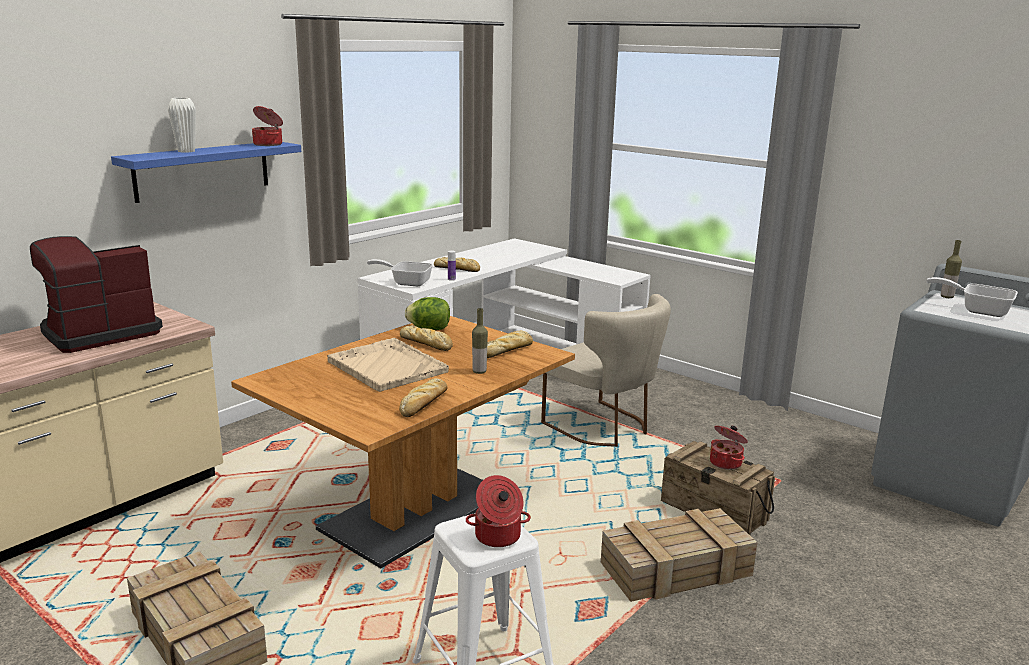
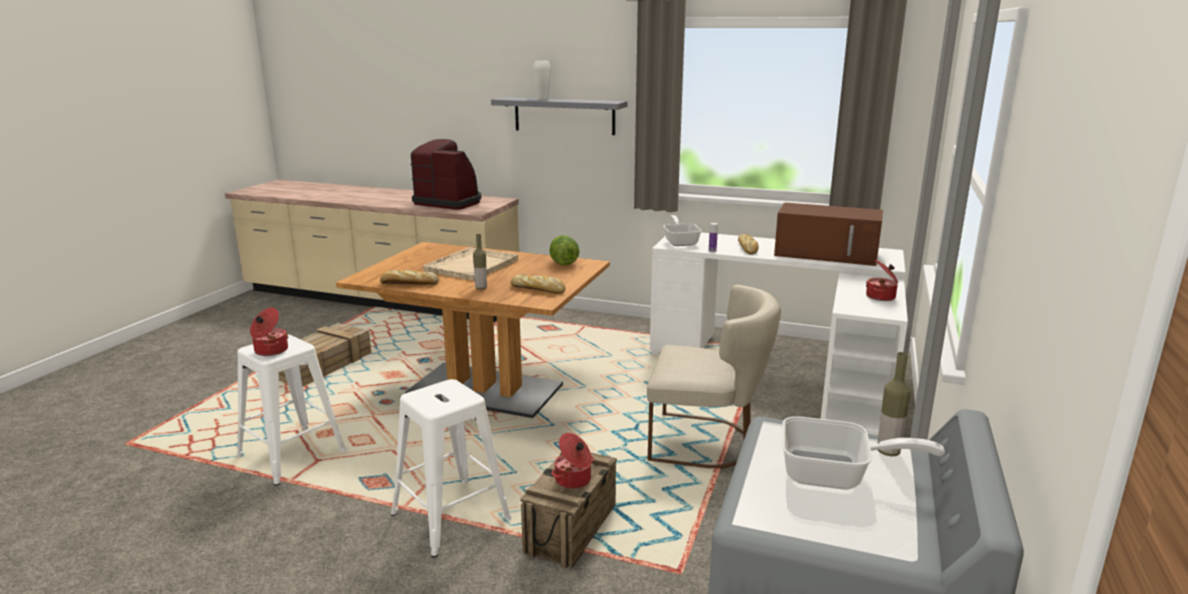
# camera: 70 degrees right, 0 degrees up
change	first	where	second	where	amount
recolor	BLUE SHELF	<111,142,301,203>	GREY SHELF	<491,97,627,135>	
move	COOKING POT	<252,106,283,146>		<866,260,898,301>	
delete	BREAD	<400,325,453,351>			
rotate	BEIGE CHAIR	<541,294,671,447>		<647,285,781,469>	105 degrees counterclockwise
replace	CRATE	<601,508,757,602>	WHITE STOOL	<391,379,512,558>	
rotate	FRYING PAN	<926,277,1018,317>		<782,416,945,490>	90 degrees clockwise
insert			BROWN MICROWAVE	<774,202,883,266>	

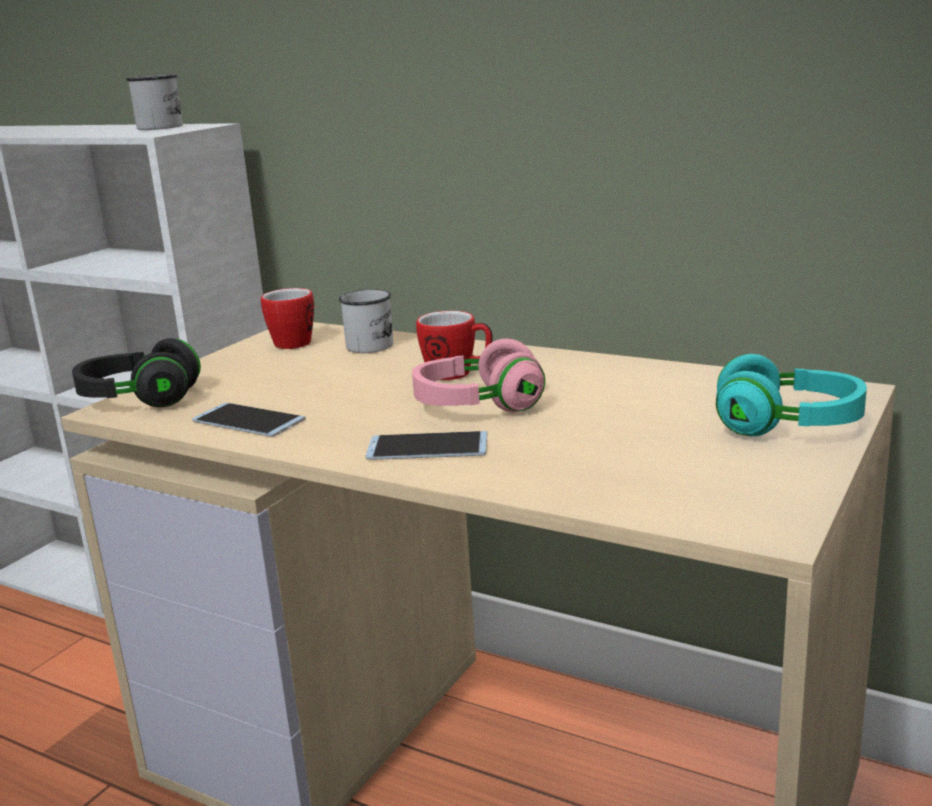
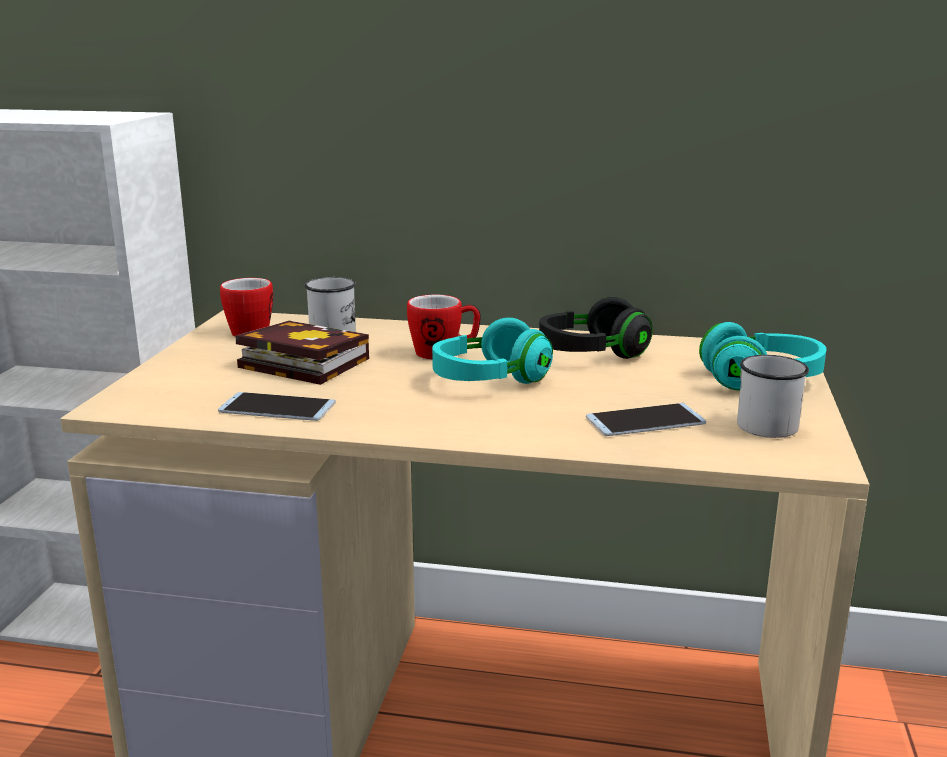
# camera: 20 degrees left, 0 degrees up
change	first	where	second	where	amount
move	BLACK HEADPHONES	<72,338,201,407>		<539,297,653,359>	
move	WHITE MUG	<126,74,183,130>		<737,355,809,438>	
move	PHONE	<366,431,487,460>		<586,403,706,436>	
recolor	PINK HEADPHONES	<412,338,545,412>	TURQUOISE HEADPHONES	<432,318,553,384>	
insert			BOOK	<236,321,369,385>	

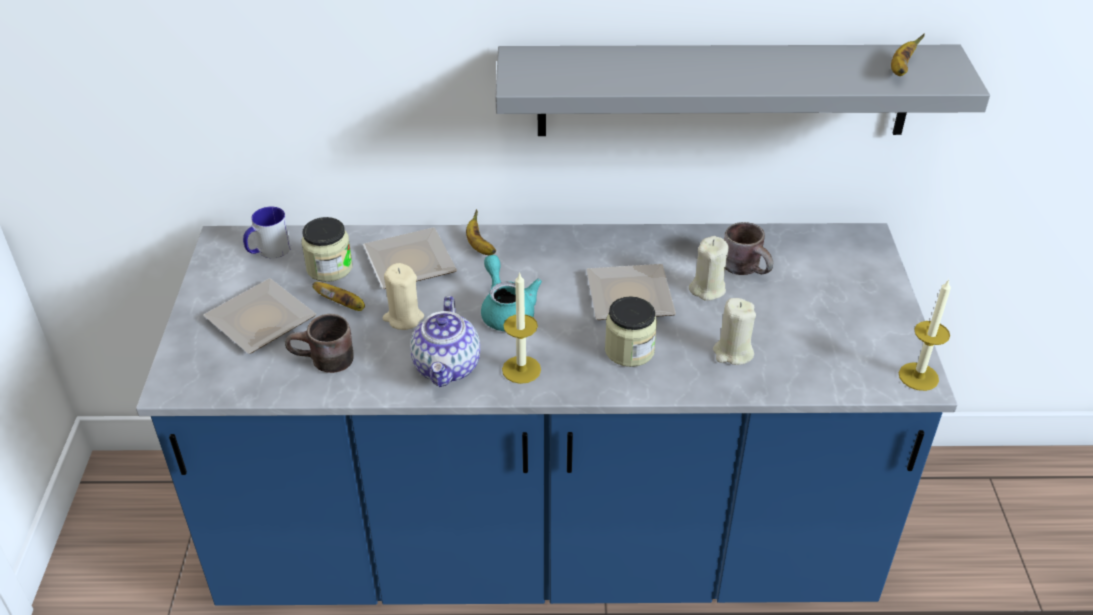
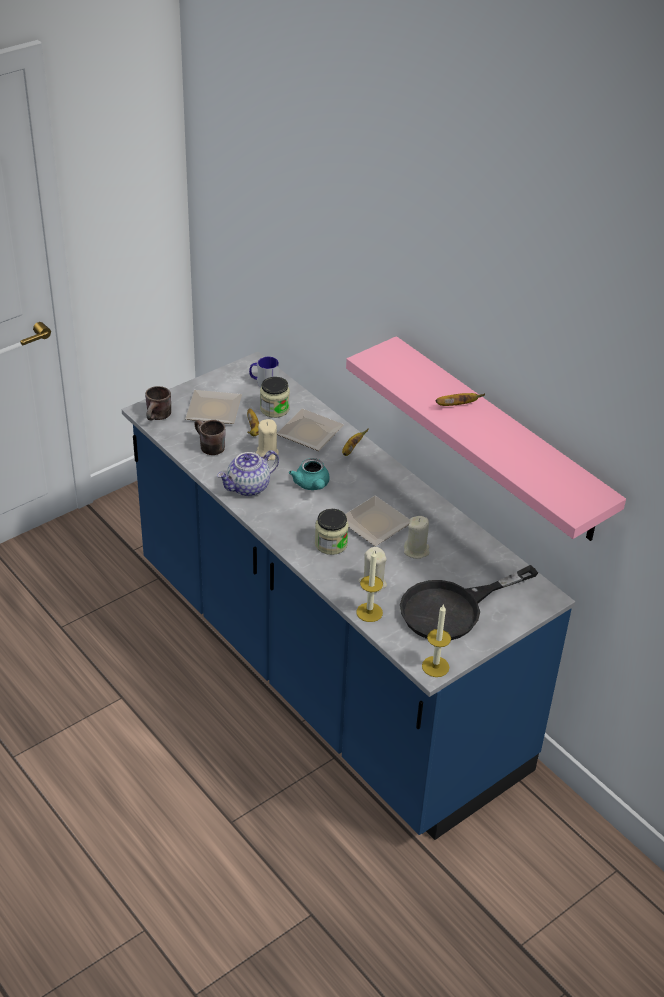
# camera: 50 degrees right, 0 degrees up
change	first	where	second	where	amount
rotate	TURQUOISE TEAPOT	<481,255,542,331>		<289,458,330,490>	135 degrees clockwise
recolor	GREY SHELF	<495,45,990,136>	PINK SHELF	<346,336,626,541>	
move	CANDLE	<502,272,541,384>		<356,551,383,622>	
move	BROWN MUG	<724,222,773,275>		<145,386,171,421>	
move	BANANA	<891,34,925,76>		<436,393,485,406>	
insert			BLACK FRYING PAN	<400,565,538,640>	

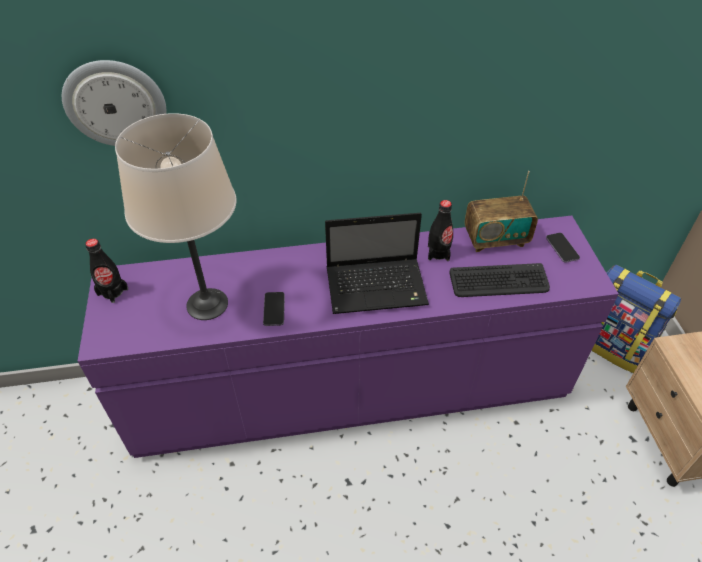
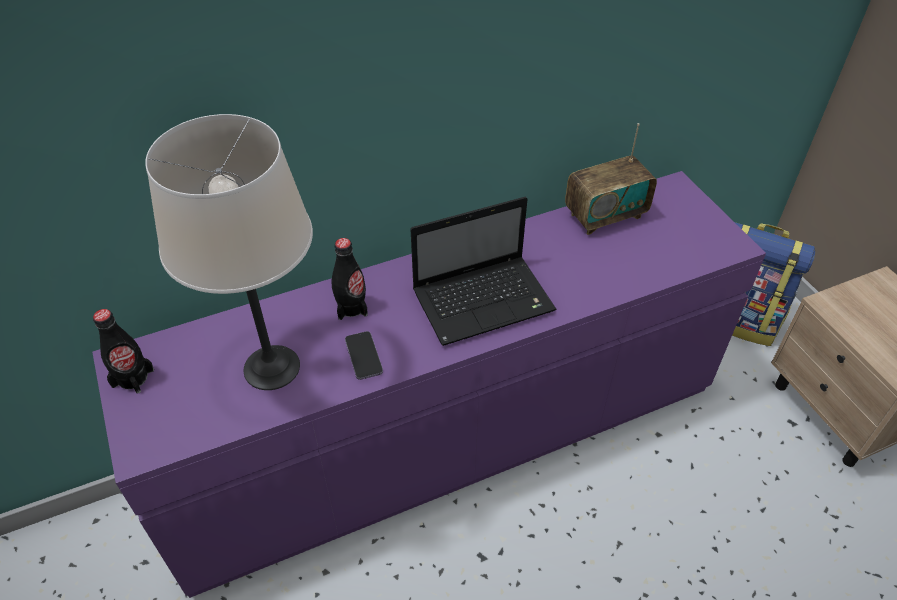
# camera: 15 degrees left, 0 degrees up
change	first	where	second	where	amount
delete	WALL CLOCK	<62,60,166,146>			
move	BLACK BOTTLE	<428,200,453,261>		<332,238,368,320>	
delete	KEYBOARD	<449,263,550,297>			
delete	PHONE	<546,233,580,263>			

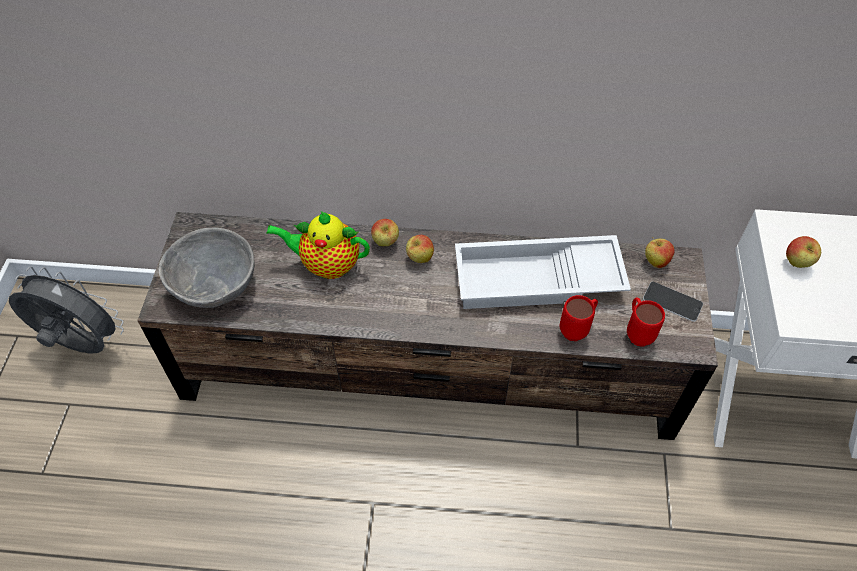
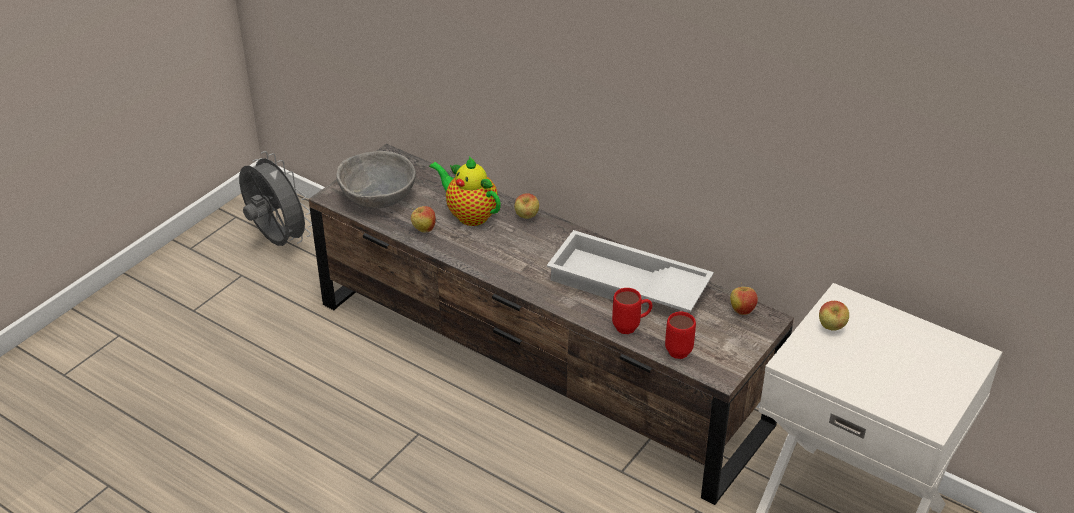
# camera: 30 degrees right, 15 degrees down
change	first	where	second	where	amount
move	APPLE	<406,235,434,263>		<411,206,436,232>	
delete	PHONE	<643,281,703,322>			

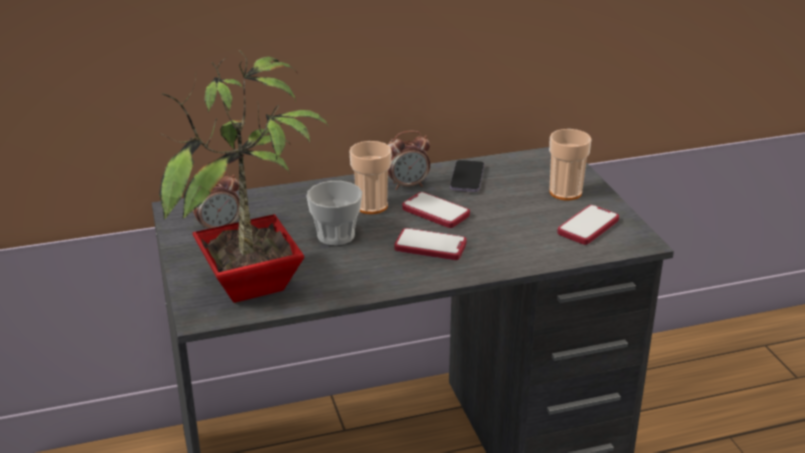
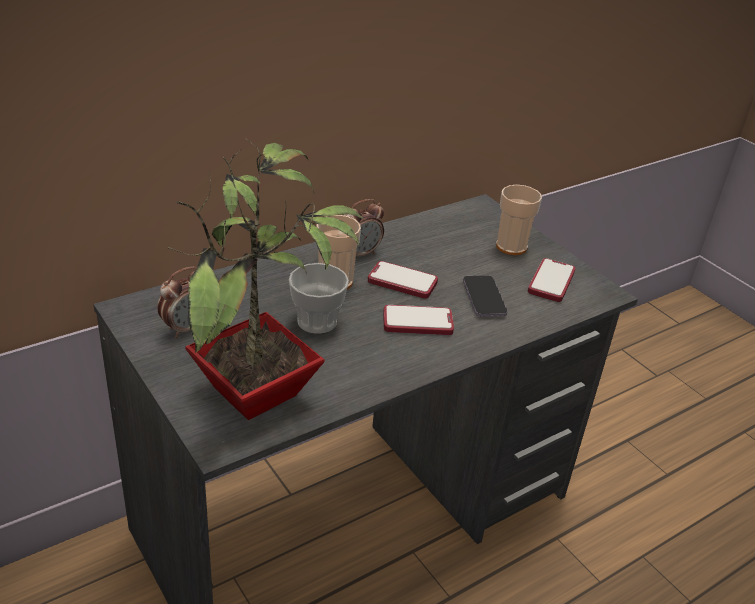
# camera: 20 degrees left, 5 degrees up
change	first	where	second	where	amount
move	PHONE	<450,160,484,192>		<463,276,508,317>	

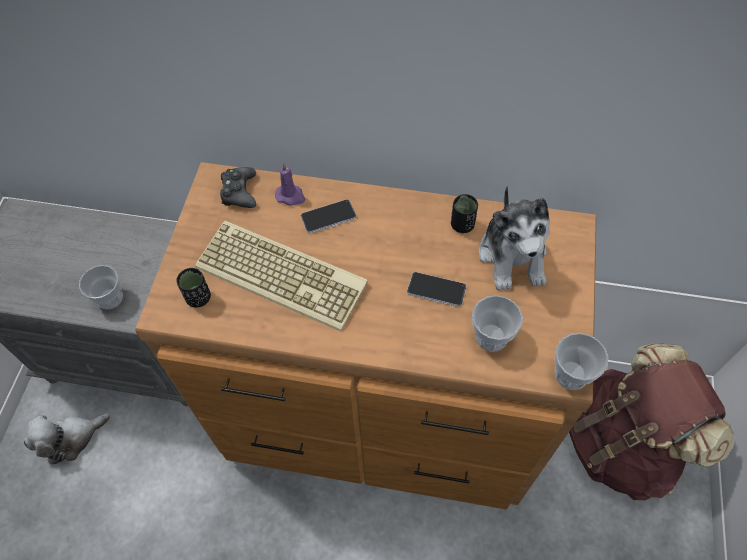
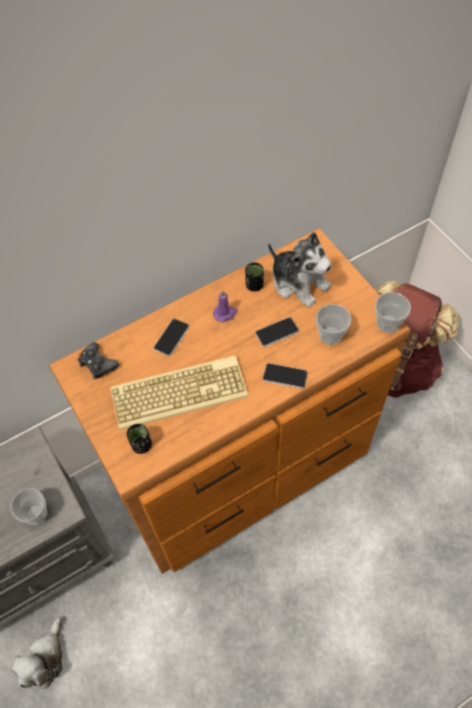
# camera: 40 degrees left, 0 degrees up
change	first	where	second	where	amount
move	PURPLE CANDLE	<275,163,305,206>		<213,290,237,322>	
insert			PHONE	<263,363,308,389>	

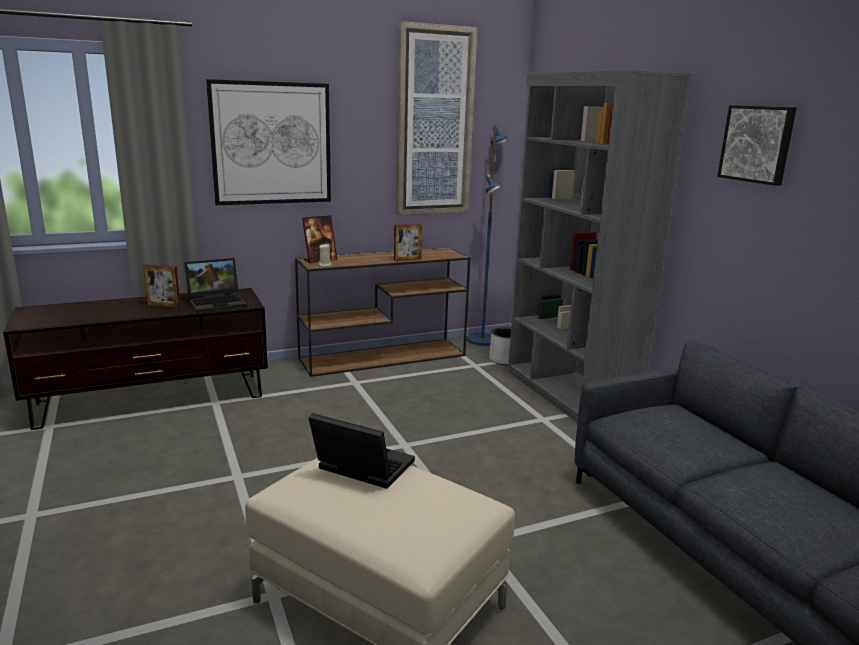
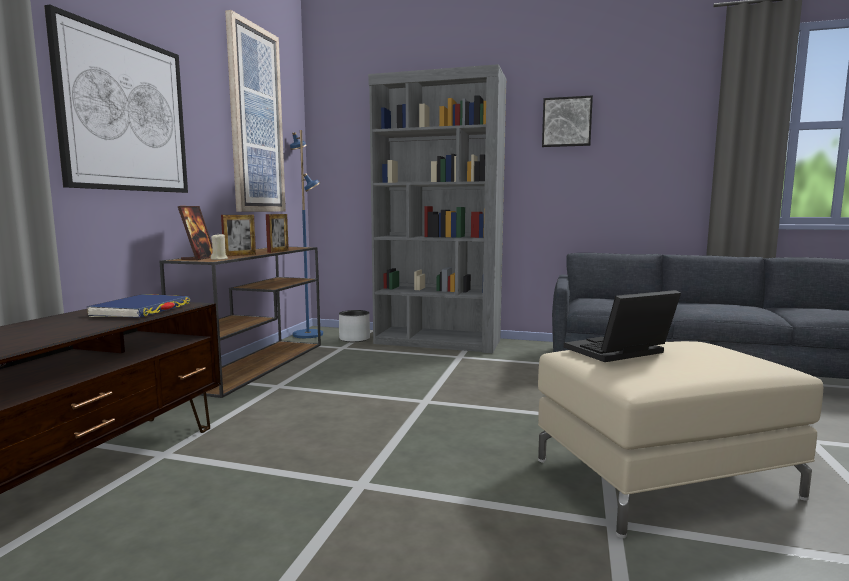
# camera: 50 degrees left, 10 degrees down
change	first	where	second	where	amount
move	PICTURE FRAME	<143,264,181,308>		<221,215,256,256>	
replace	LAPTOP	<184,258,247,313>	BLUE BOOK	<86,294,190,318>	

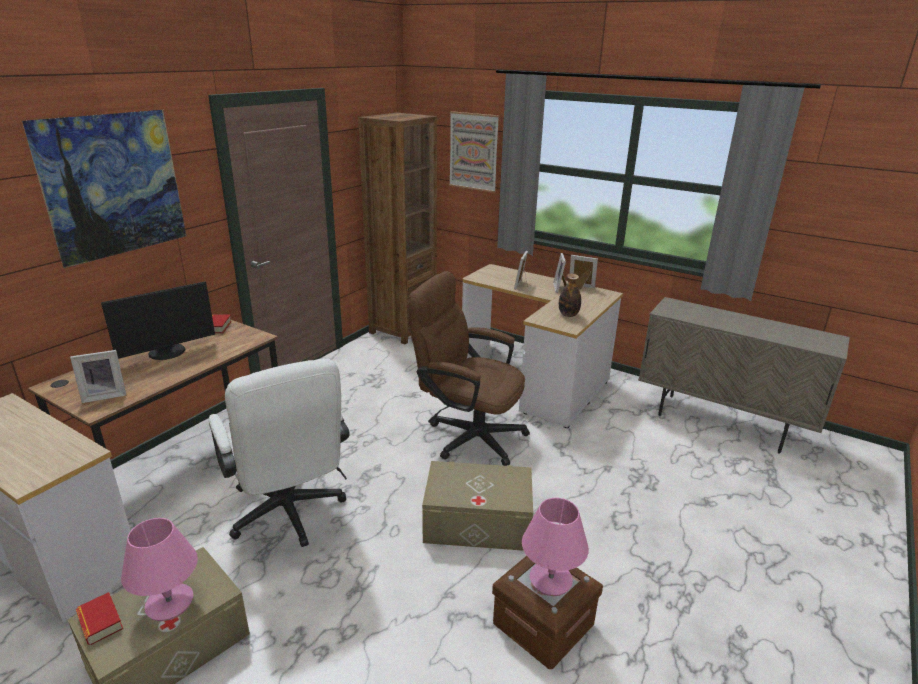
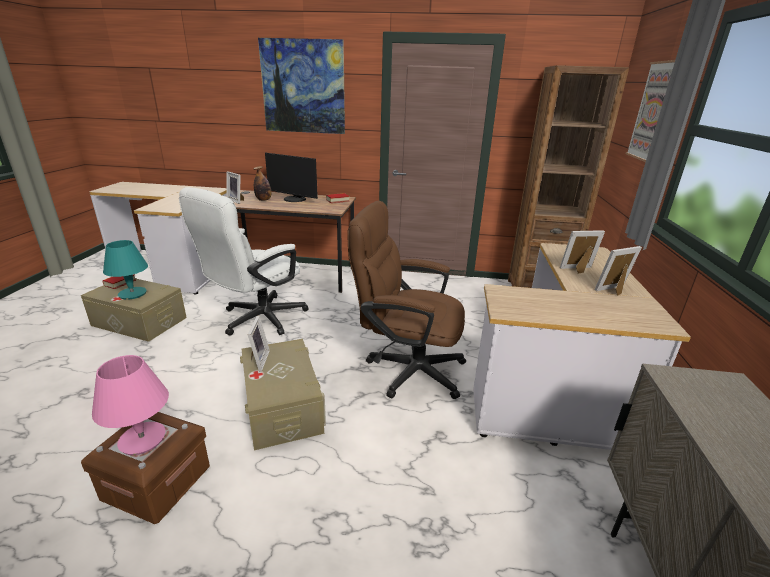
# camera: 65 degrees right, 0 degrees up
change	first	where	second	where	amount
recolor	PINK TABLE LAMP	<121,518,198,621>	TURQUOISE TABLE LAMP	<103,240,148,300>	
rotate	BROWN OFFICE CHAIR	<407,271,530,466>		<347,201,466,399>	75 degrees counterclockwise
move	BOTTLE	<559,273,581,317>		<253,166,271,201>	
move	PICTURE FRAME	<570,255,598,289>		<247,315,270,372>	

